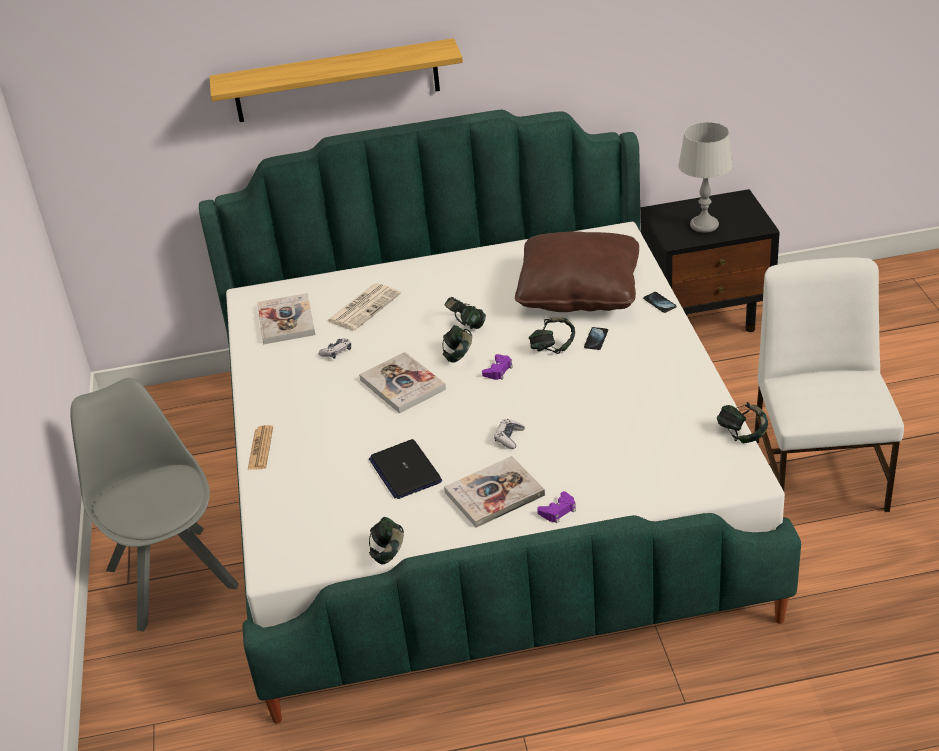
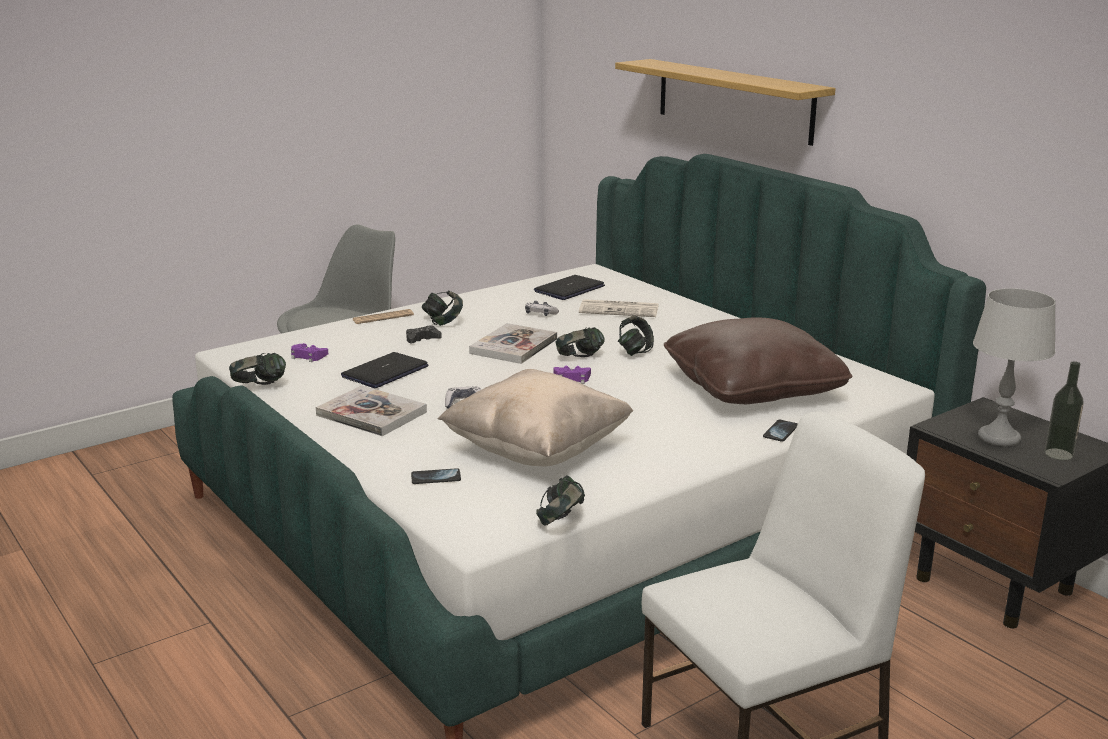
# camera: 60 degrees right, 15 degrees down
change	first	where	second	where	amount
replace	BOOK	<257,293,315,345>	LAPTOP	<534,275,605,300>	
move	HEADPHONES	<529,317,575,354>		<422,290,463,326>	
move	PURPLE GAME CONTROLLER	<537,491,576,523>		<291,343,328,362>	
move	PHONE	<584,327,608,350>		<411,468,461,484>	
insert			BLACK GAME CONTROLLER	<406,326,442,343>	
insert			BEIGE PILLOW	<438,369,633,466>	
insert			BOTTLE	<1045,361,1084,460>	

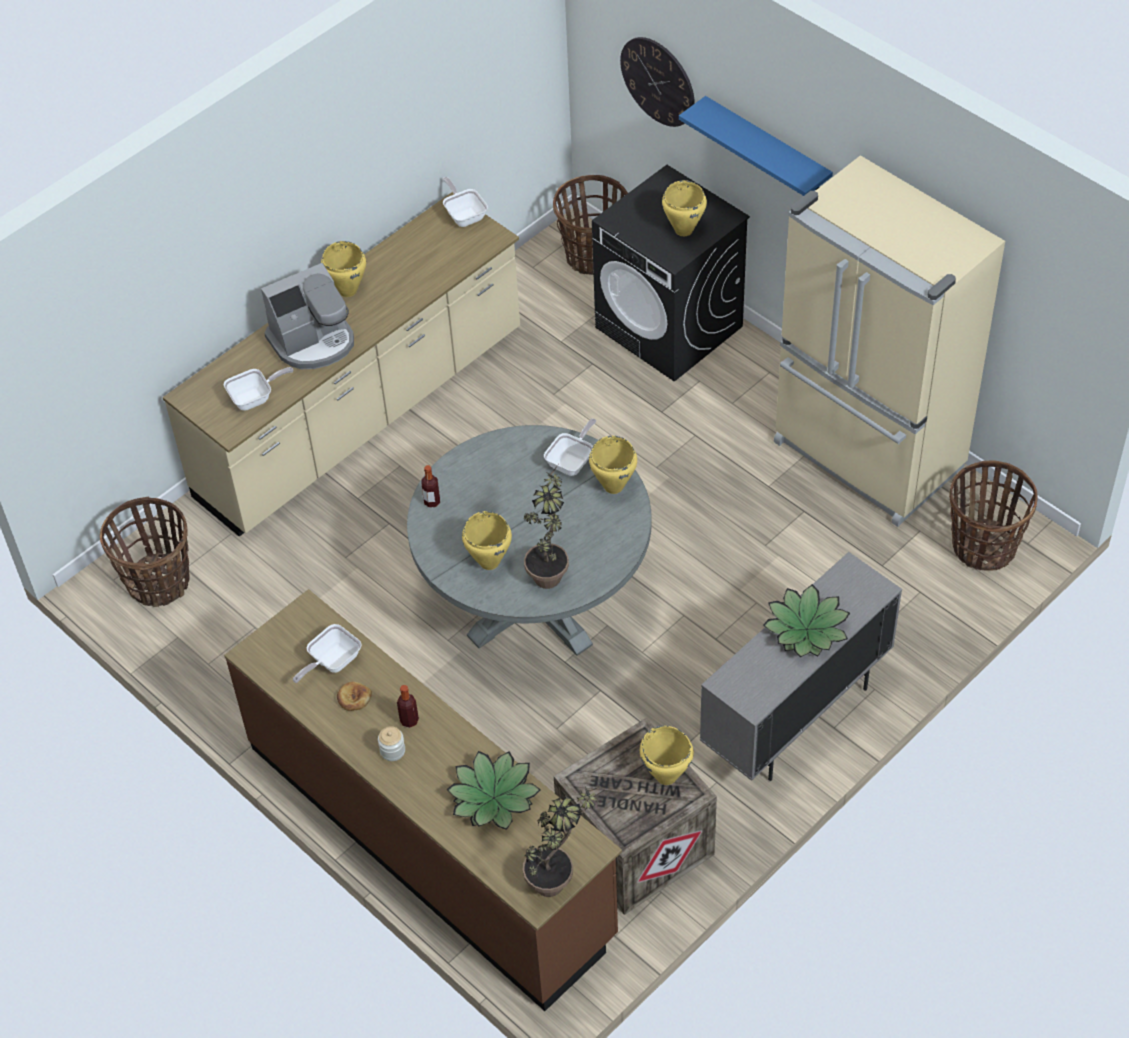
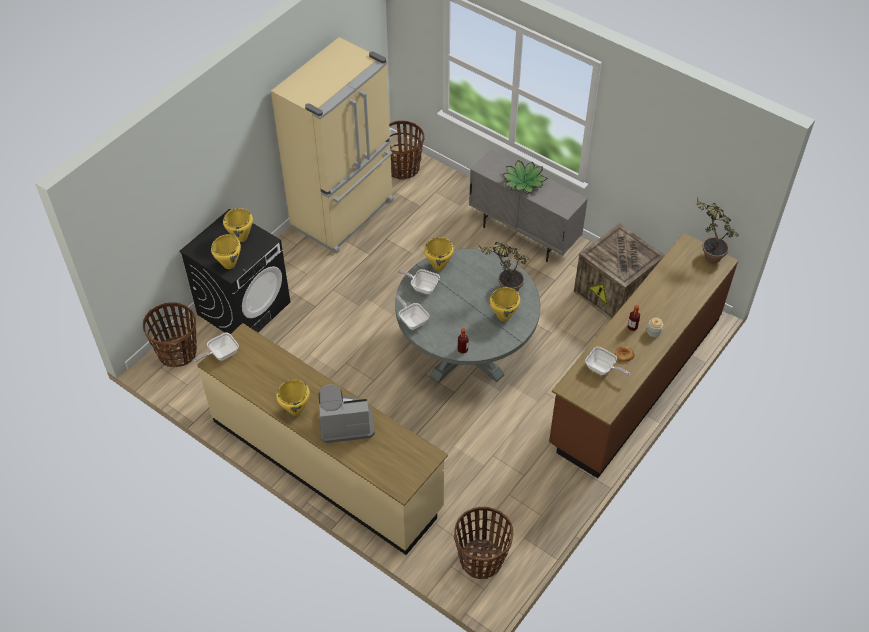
# camera: 100 degrees left, 0 degrees up
change	first	where	second	where	amount
move	FRYING PAN	<224,367,294,411>		<395,295,429,330>	
rotate	COFFEE MACHINE	<261,263,354,369>		<319,385,375,443>	60 degrees counterclockwise
delete	POTTED PLANT	<447,751,541,830>			
delete	WALL CLOCK	<620,37,695,127>			
move	YELLOW COOKING POT	<640,726,694,785>		<211,234,241,269>	
delete	BLUE SHELF	<679,96,833,196>			

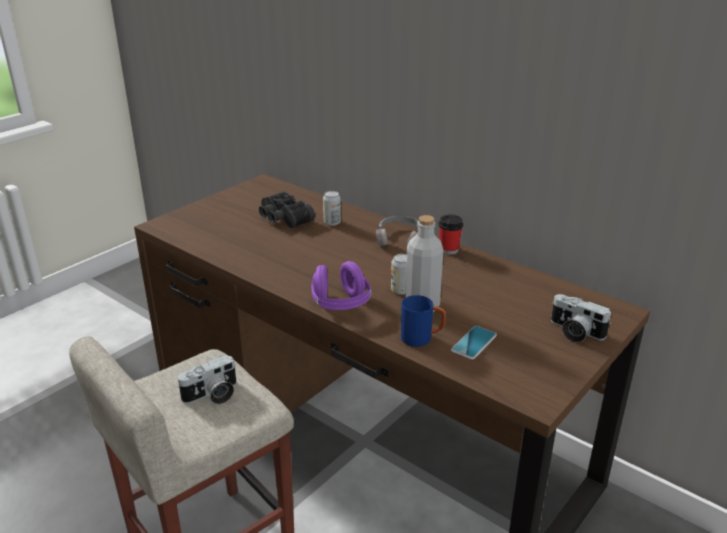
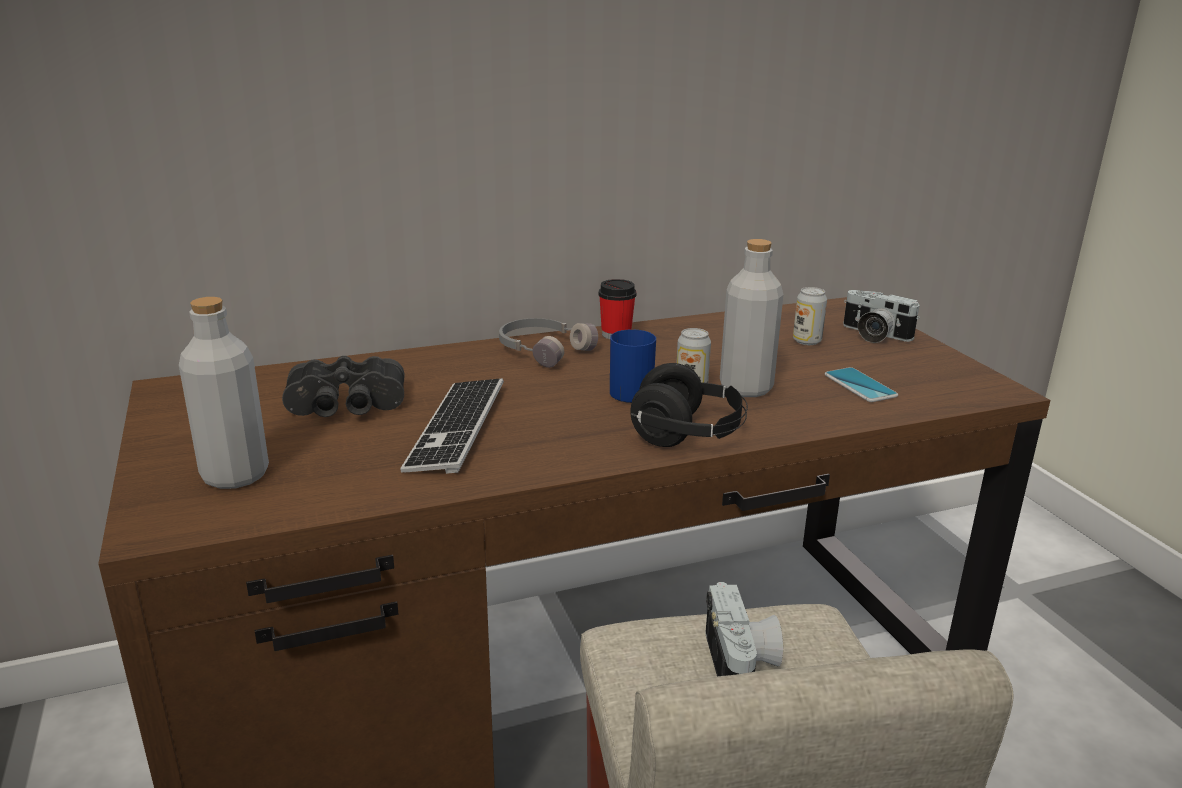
# camera: 60 degrees left, 5 degrees down
change	first	where	second	where	amount
recolor	PURPLE HEADPHONES	<311,261,371,310>	BLACK HEADPHONES	<630,363,748,447>	
move	CAN	<323,191,341,226>		<793,287,827,345>	
move	BLUE MUG	<401,295,446,347>		<610,329,656,403>	
rotate	PHOTO CAMERA	<551,294,611,343>		<843,290,920,343>	60 degrees clockwise
insert			GREY BOTTLE	<179,297,269,489>	
insert			KEYBOARD	<400,378,504,474>	

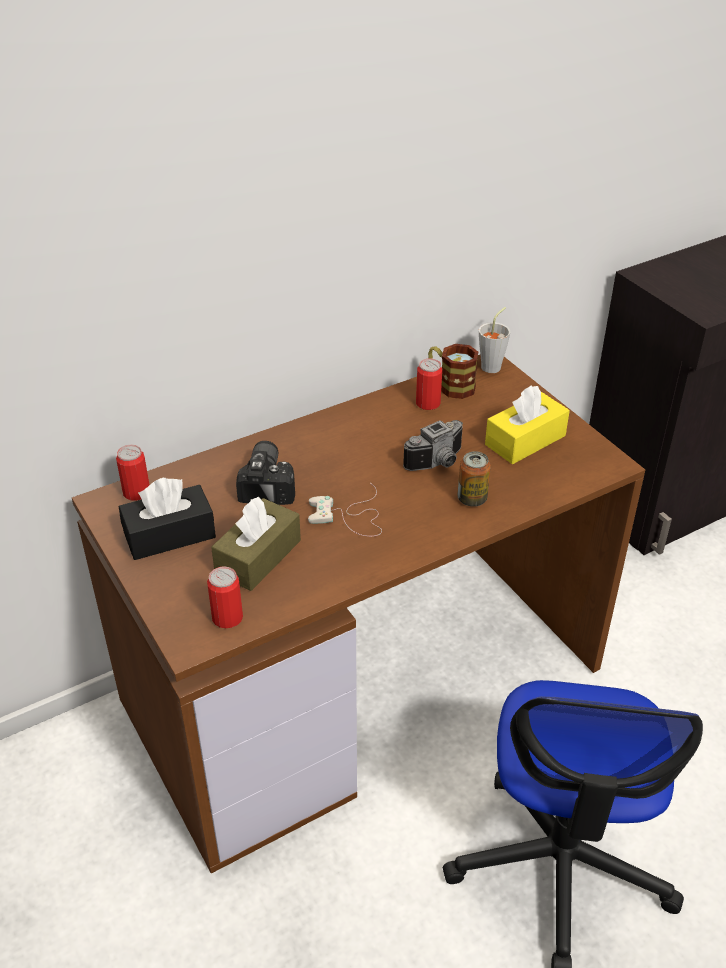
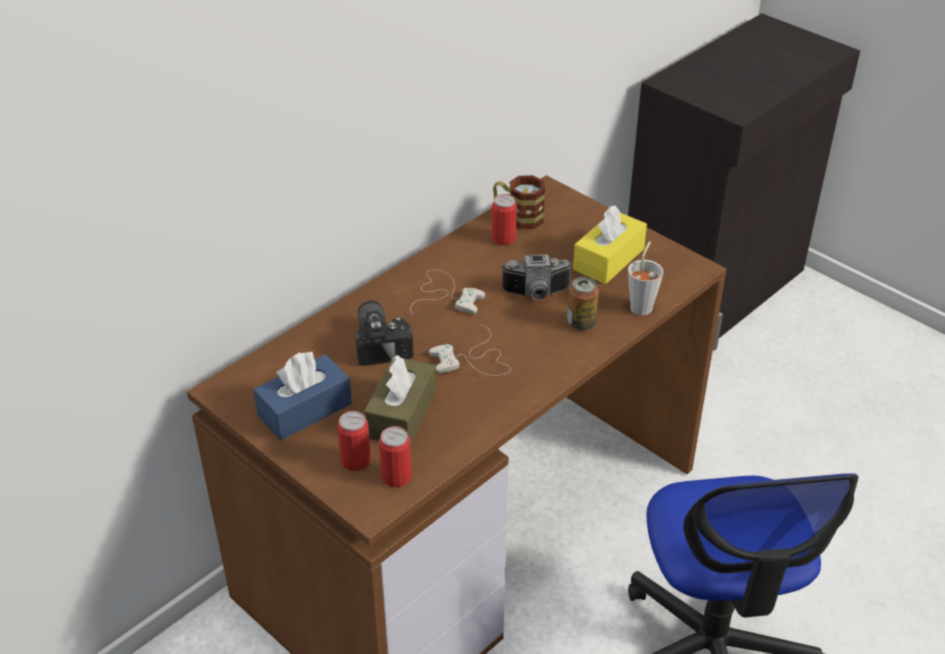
# camera: 15 degrees left, 0 degrees up
change	first	where	second	where	amount
move	CAN	<116,445,149,501>		<337,411,371,471>	
recolor	BLACK TISSUE BOX	<119,478,216,560>	BLUE TISSUE BOX	<253,352,352,440>	
rotate	PHOTO CAMERA	<403,420,463,471>		<501,254,573,300>	45 degrees clockwise
move	GREY CUP	<479,307,510,373>		<628,241,663,316>	
insert			WHITE GAME CONTROLLER	<410,270,485,315>	

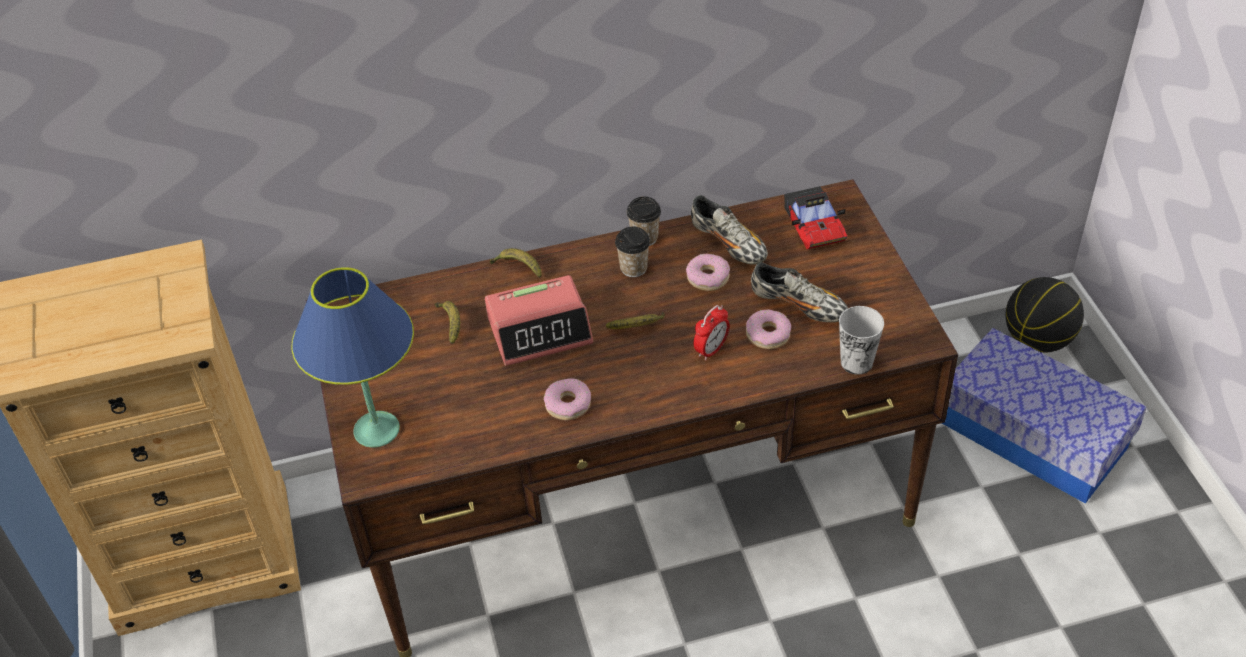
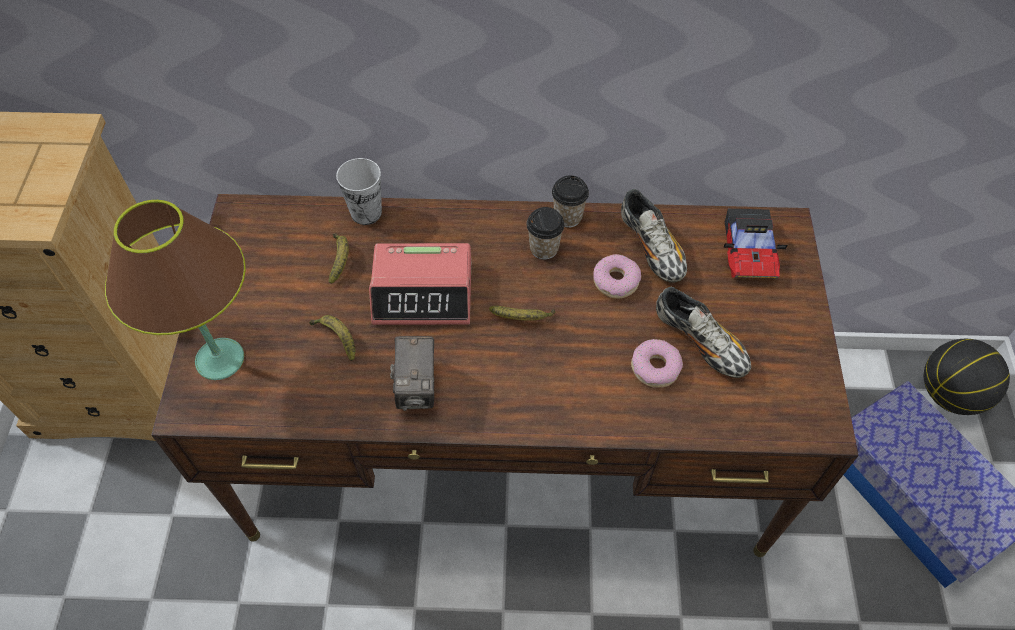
# camera: 15 degrees right, 10 degrees up
change	first	where	second	where	amount
recolor	BLUE TABLE LAMP	<292,267,414,448>	BROWN TABLE LAMP	<105,200,246,380>	
move	BANANA	<490,248,542,278>		<309,315,355,361>	
replace	DONUT	<544,379,591,421>	PHOTO CAMERA	<390,336,434,411>	
delete	ALARM CLOCK	<693,305,730,361>			
move	CUP	<839,306,884,375>		<336,158,382,225>	

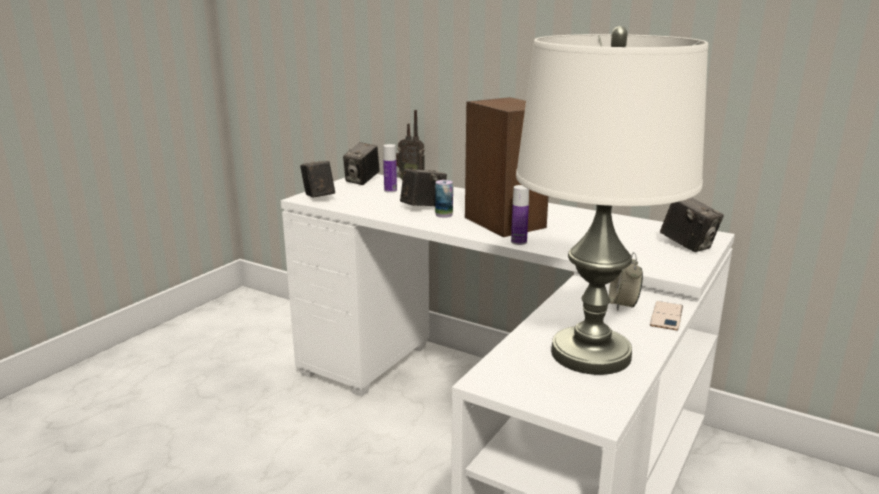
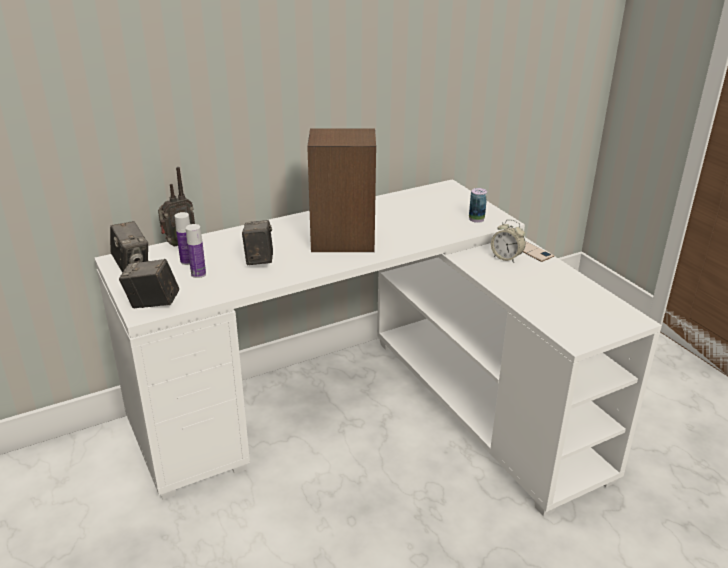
# camera: 60 degrees left, 10 degrees up
change	first	where	second	where	amount
move	CAN	<435,180,453,218>		<469,188,487,223>	
move	BOTTLE	<511,185,529,245>		<186,224,206,278>	
delete	WHITE TABLE LAMP	<516,26,708,375>			
delete	PHOTO CAMERA	<660,198,724,252>			

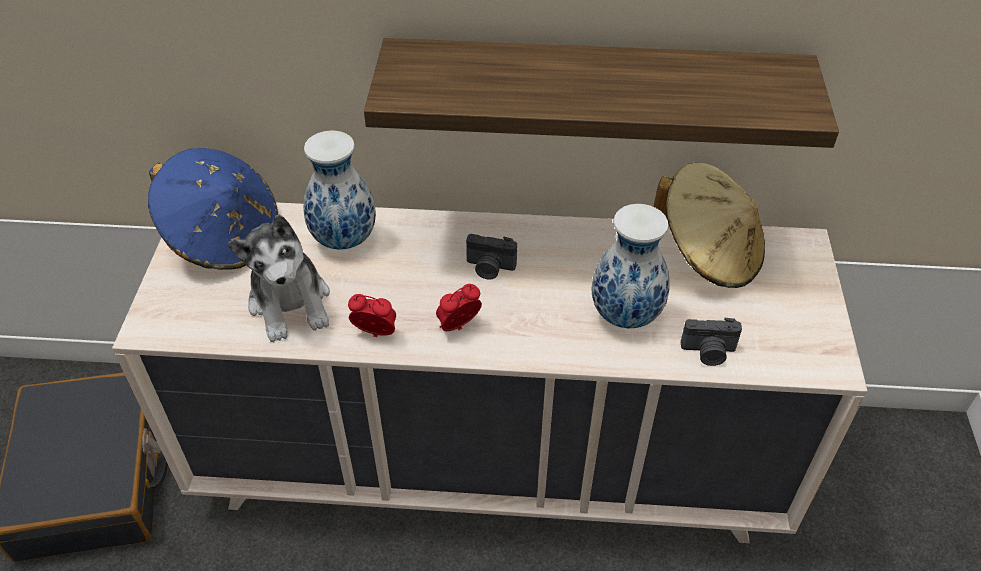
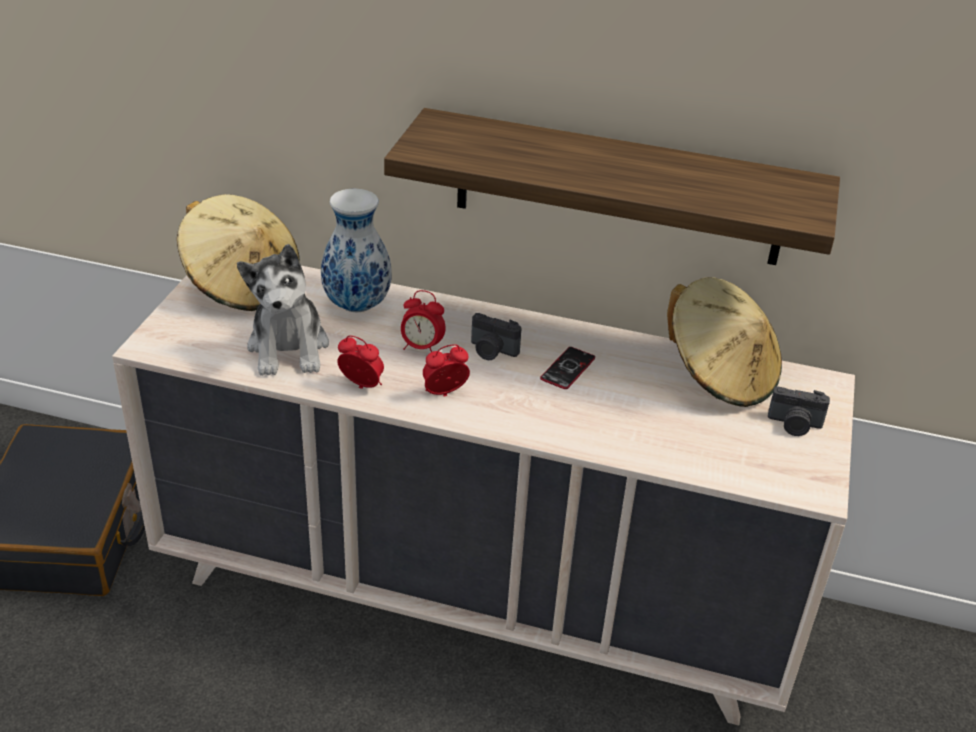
# camera: 10 degrees right, 10 degrees down
change	first	where	second	where	amount
recolor	BLUE HAT	<148,148,278,270>	BEIGE HAT	<177,194,300,311>	
delete	VASE	<592,204,670,328>			
move	PHOTO CAMERA	<681,318,742,366>		<768,386,830,436>	
insert			ALARM CLOCK	<401,290,446,352>	
insert			PHONE	<540,347,595,389>	

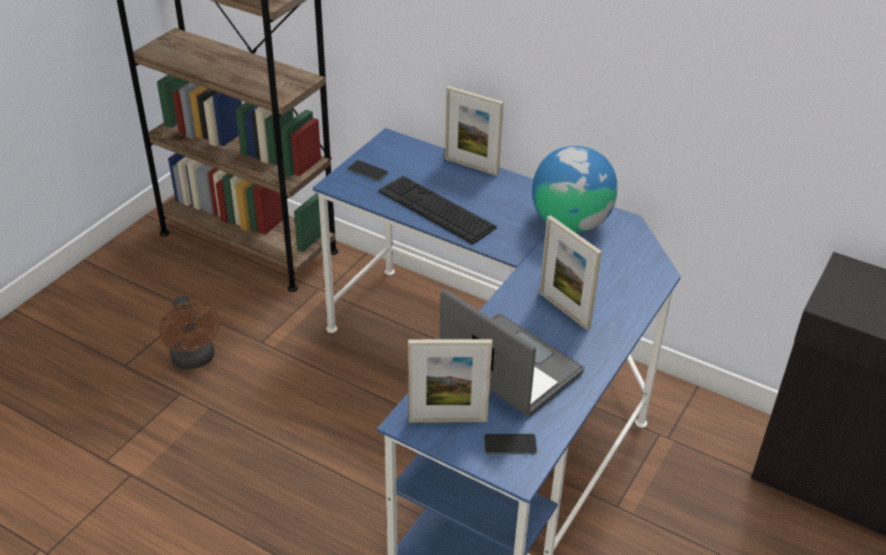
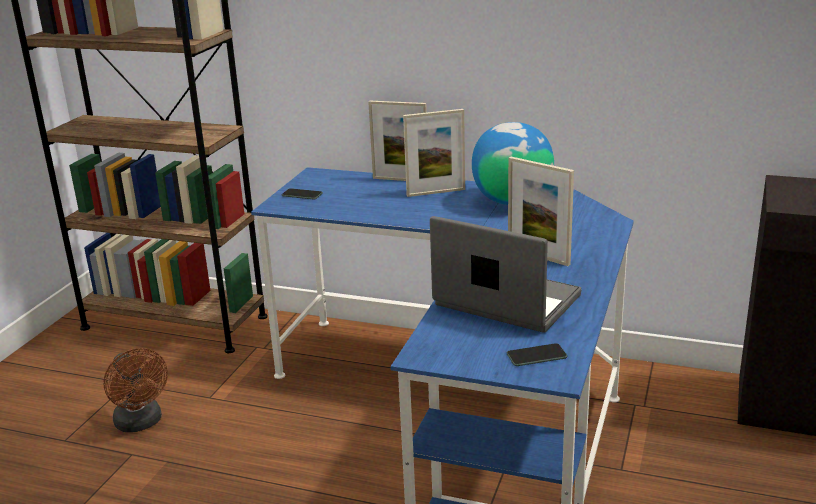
# camera: 10 degrees left, 15 degrees down
change	first	where	second	where	amount
delete	KEYBOARD	<379,176,497,245>			
move	PICTURE FRAME	<408,339,492,423>		<403,109,465,197>	

